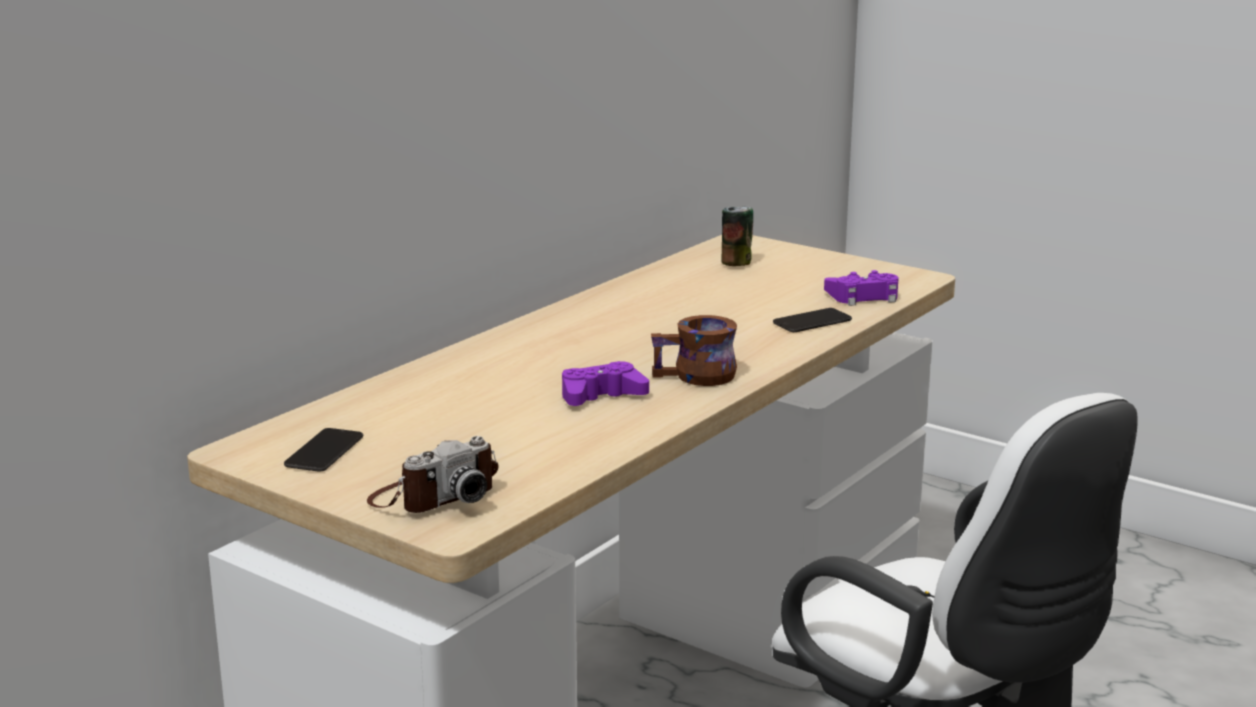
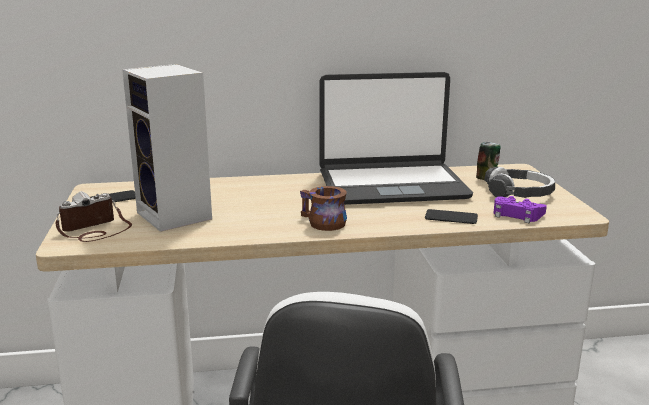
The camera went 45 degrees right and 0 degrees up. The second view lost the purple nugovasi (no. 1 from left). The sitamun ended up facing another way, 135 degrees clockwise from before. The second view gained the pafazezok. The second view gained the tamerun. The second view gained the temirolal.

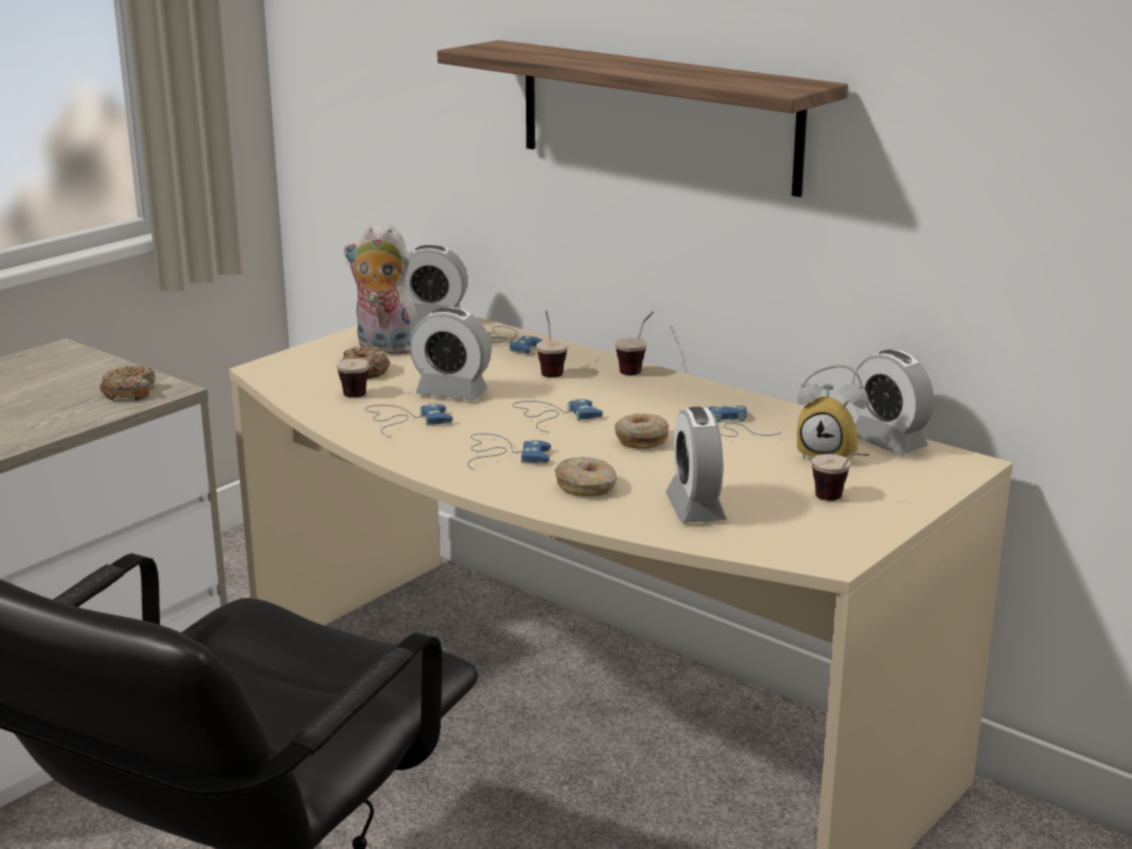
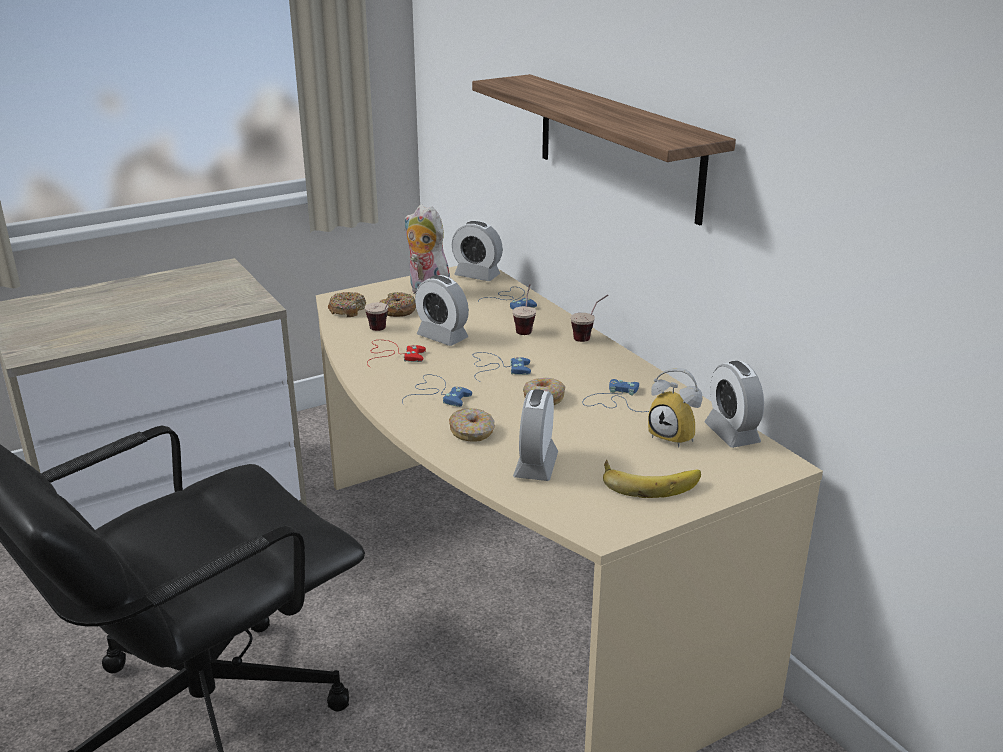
The camera went 20 degrees right and 5 degrees up. The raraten (no. 1 from left) ended up elsewhere. What was the blue nugovasi (no. 1 from left) turned into the red nugovasi. Where the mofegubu (no. 4 from left) stood, the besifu came to stand.

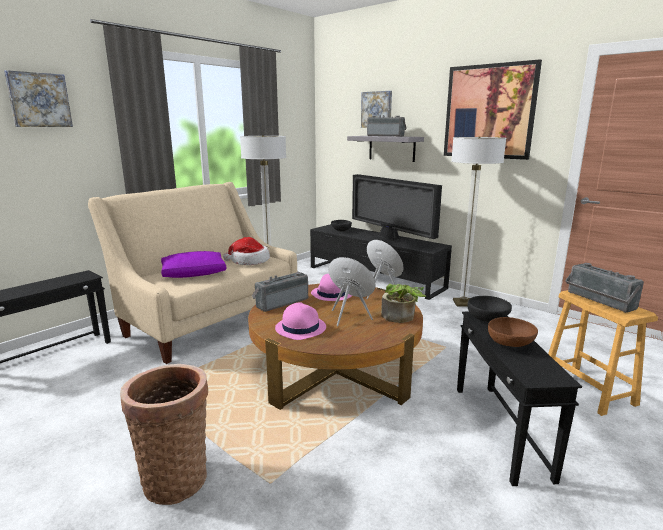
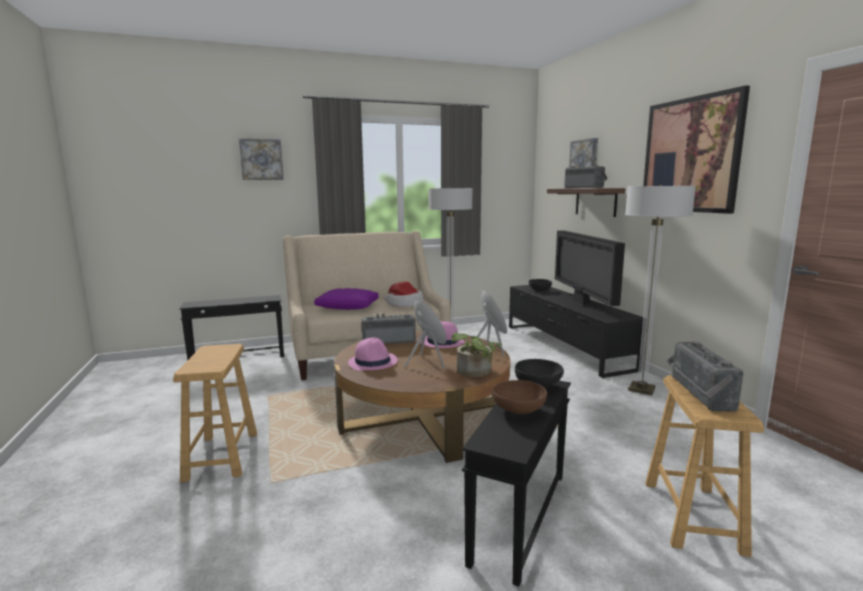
The camera went 30 degrees right and 5 degrees down. What was the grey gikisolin turned into the brown gikisolin. Where the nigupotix stood, the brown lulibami (no. 1 from left) came to stand.

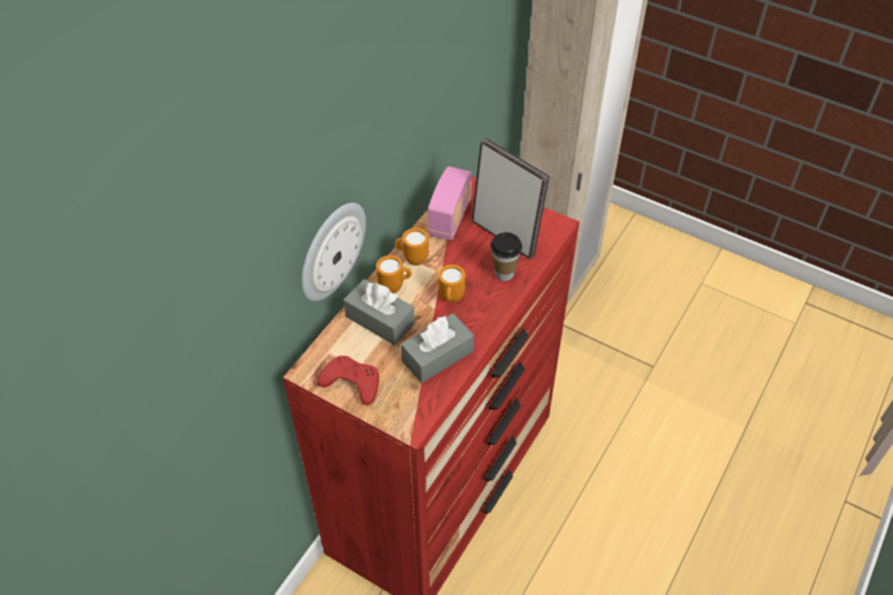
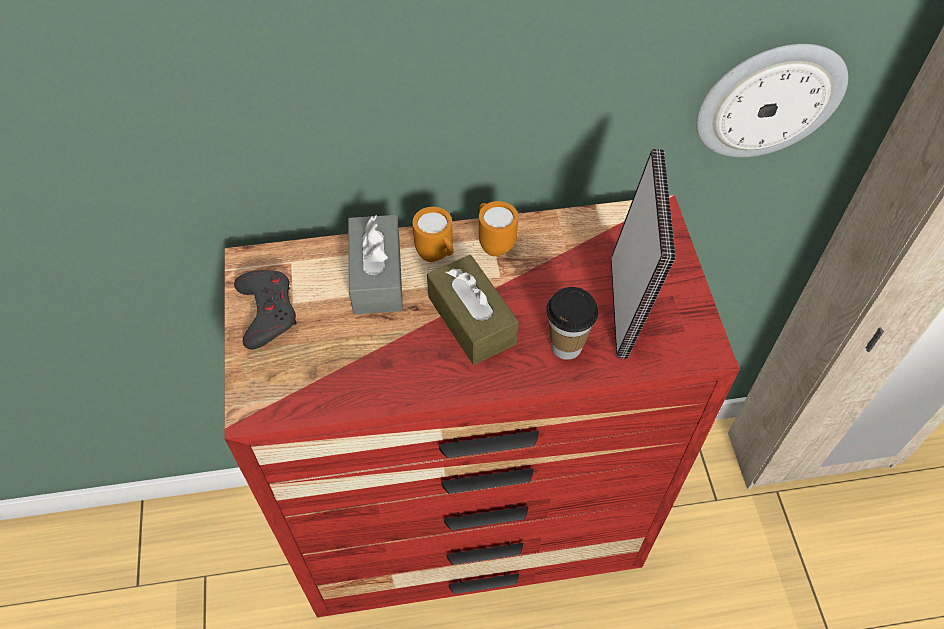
The camera went 50 degrees right and 5 degrees up. The second view lost the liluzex. The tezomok ended up elsewhere. Where the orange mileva (no. 3 from left) stood, the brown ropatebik came to stand. The second view lost the grey ropatebik (no. 2 from left). What was the red nugovasi turned into the grey nugovasi.

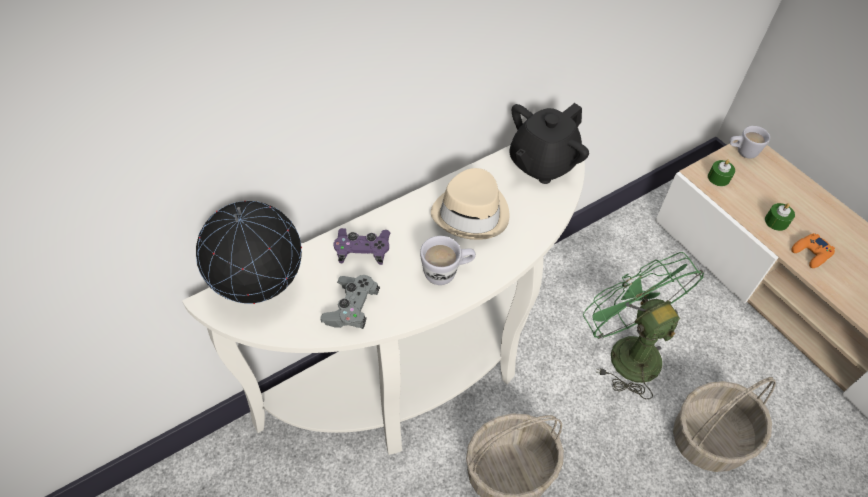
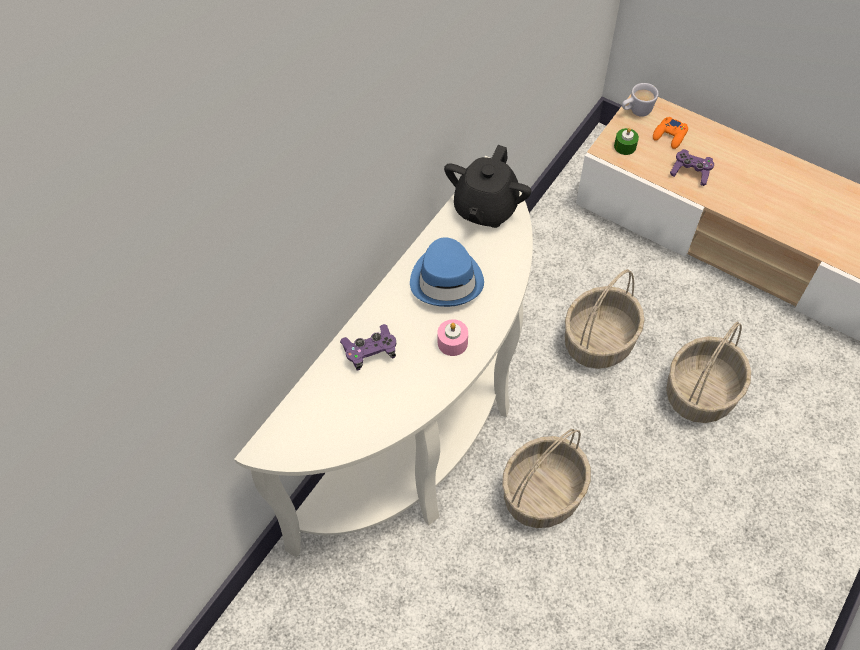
The camera went 20 degrees left and 5 degrees up. What was the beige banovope turned into the blue banovope. The second view lost the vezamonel. Where the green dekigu (no. 2 from left) stood, the purple nugovasi (no. 2 from left) came to stand. The orange nugovasi ended up elsewhere. Where the white mileva (no. 1 from left) stood, the pink dekigu came to stand. Where the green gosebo stood, the nigupotix (no. 2 from left) came to stand. The second view lost the grey nugovasi.

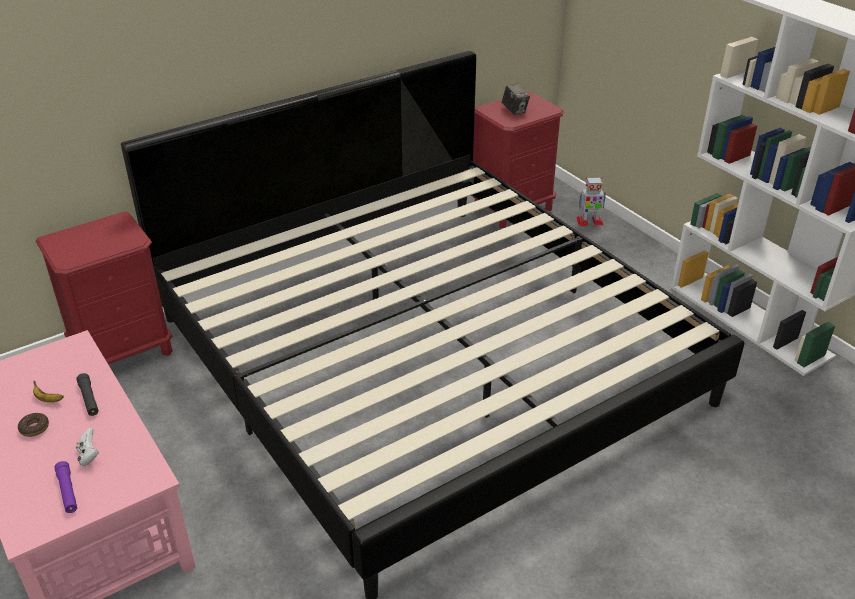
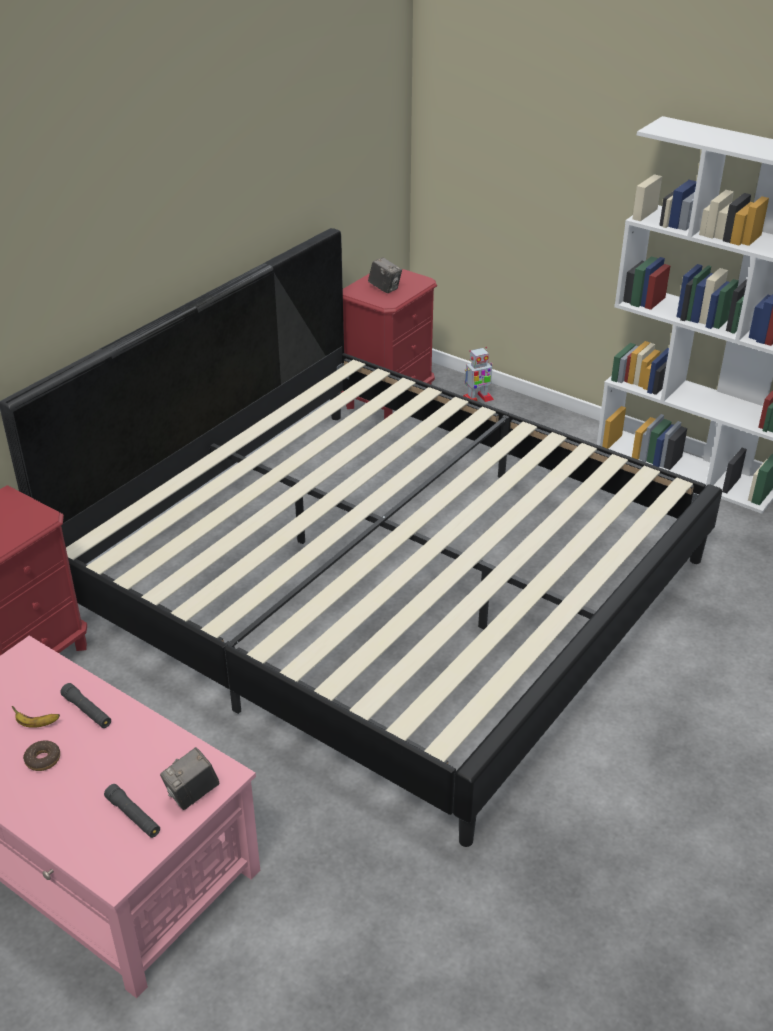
The camera went 20 degrees left and 0 degrees up. The second view lost the white nugovasi. What was the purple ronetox turned into the black ronetox (no. 2 from left). The second view gained the sitamun (no. 1 from left).

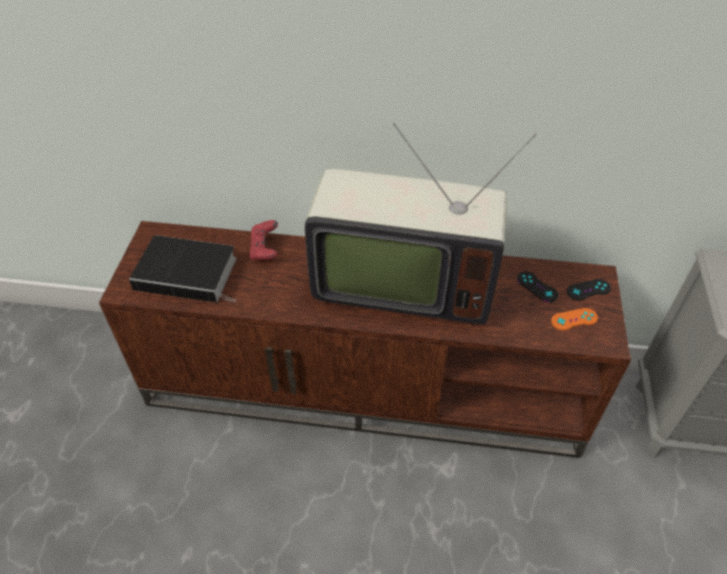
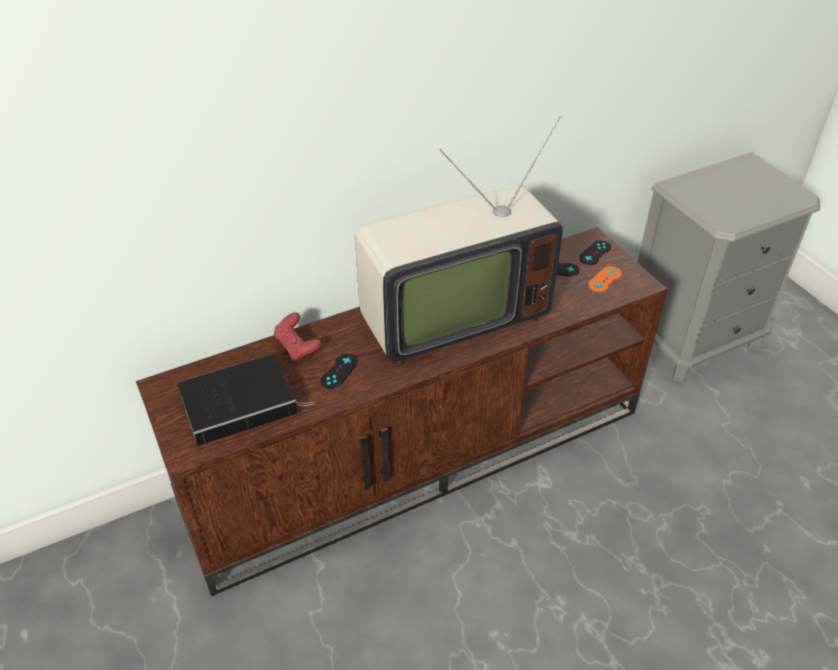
The camera went 35 degrees left and 5 degrees down. The second view gained the black nugovasi (no. 1 from left).

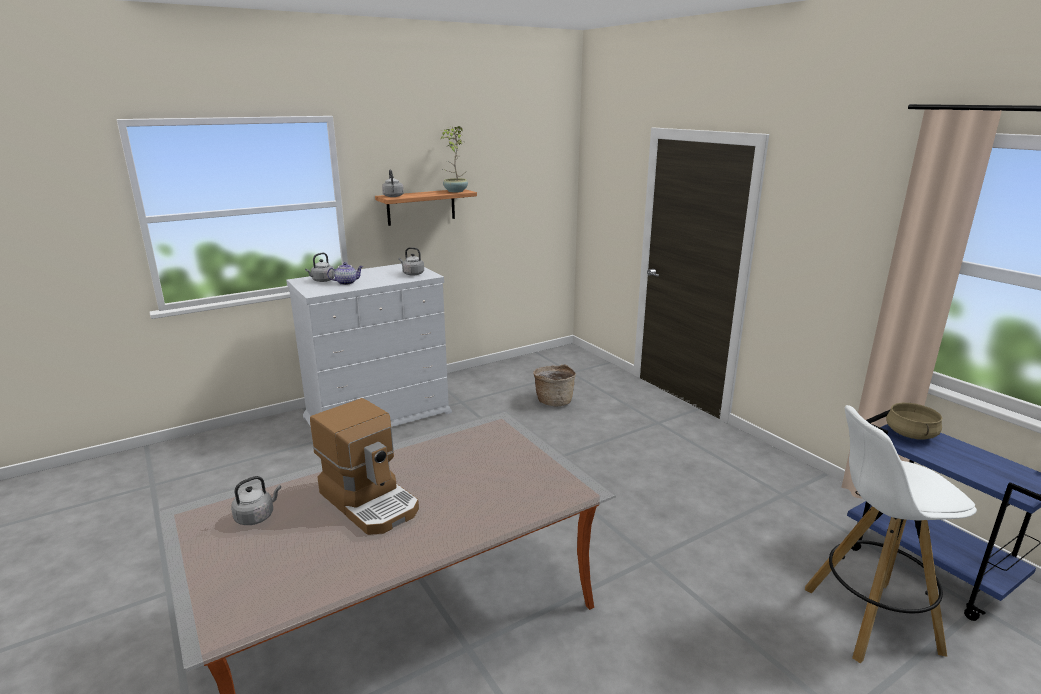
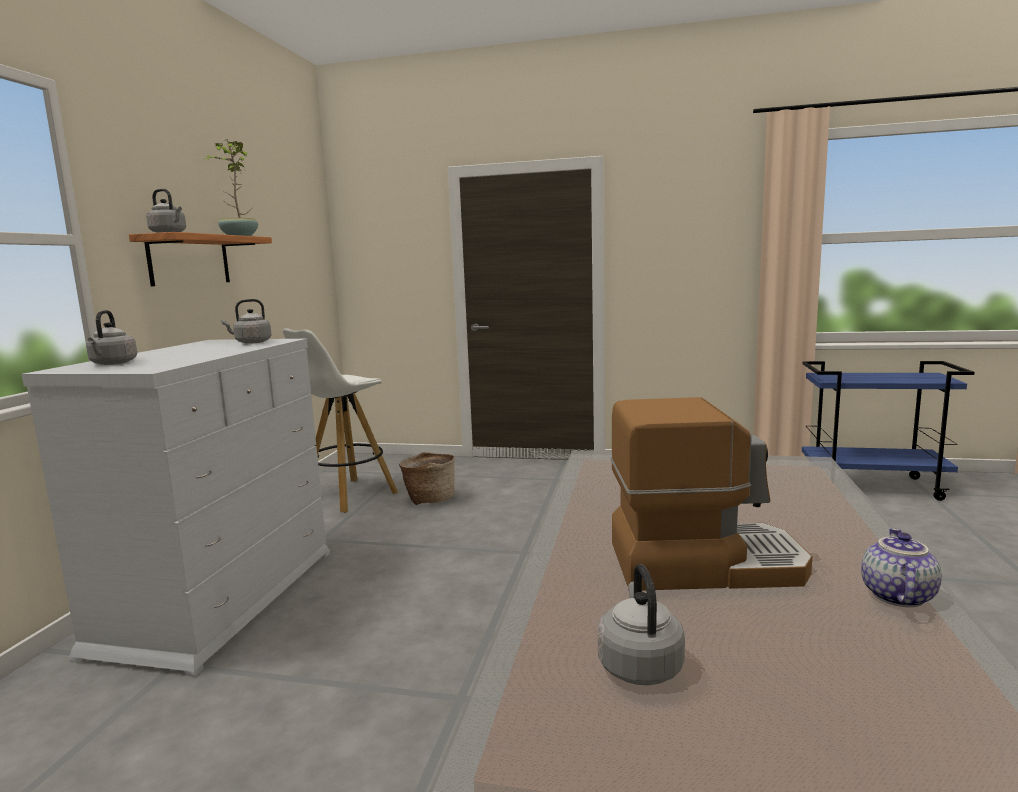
The camera went 45 degrees left and 10 degrees down. The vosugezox ended up elsewhere. The second view lost the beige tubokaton. The white lulibami ended up elsewhere.

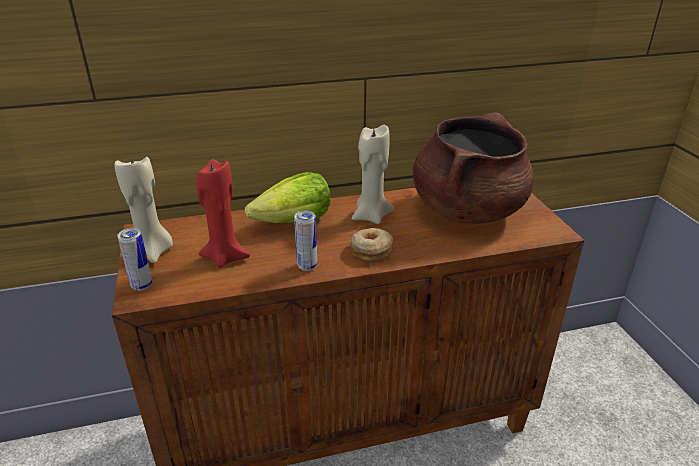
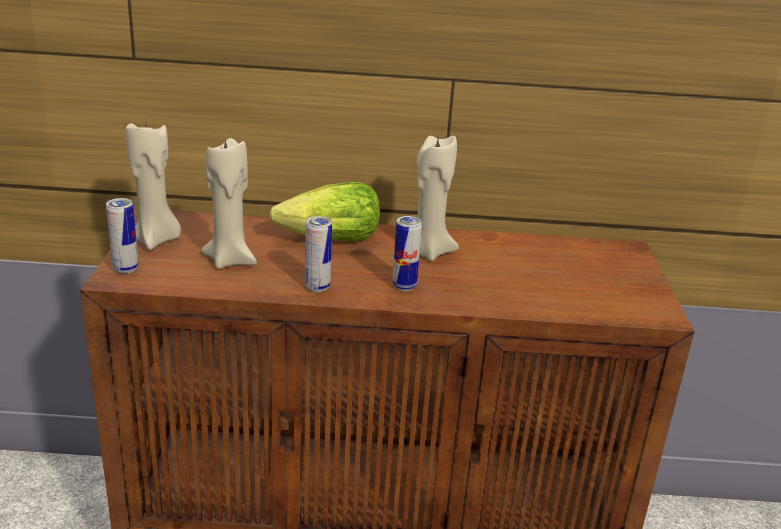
The camera went 15 degrees right and 5 degrees down. The second view lost the brown tubokaton. What was the red dekigu turned into the beige dekigu (no. 2 from left). Where the raraten stood, the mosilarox (no. 3 from left) came to stand.

